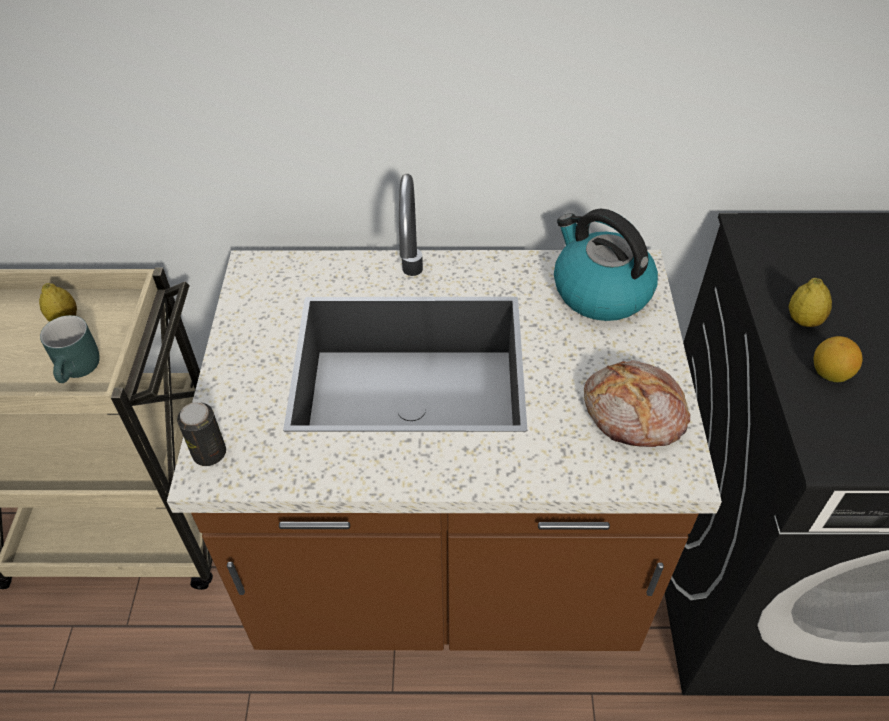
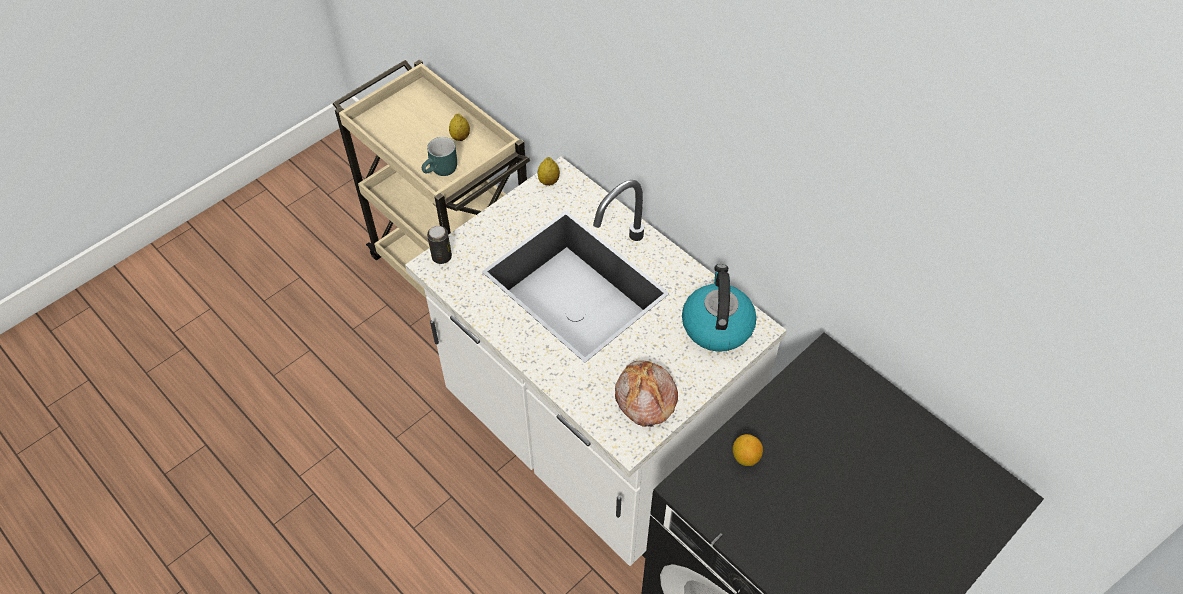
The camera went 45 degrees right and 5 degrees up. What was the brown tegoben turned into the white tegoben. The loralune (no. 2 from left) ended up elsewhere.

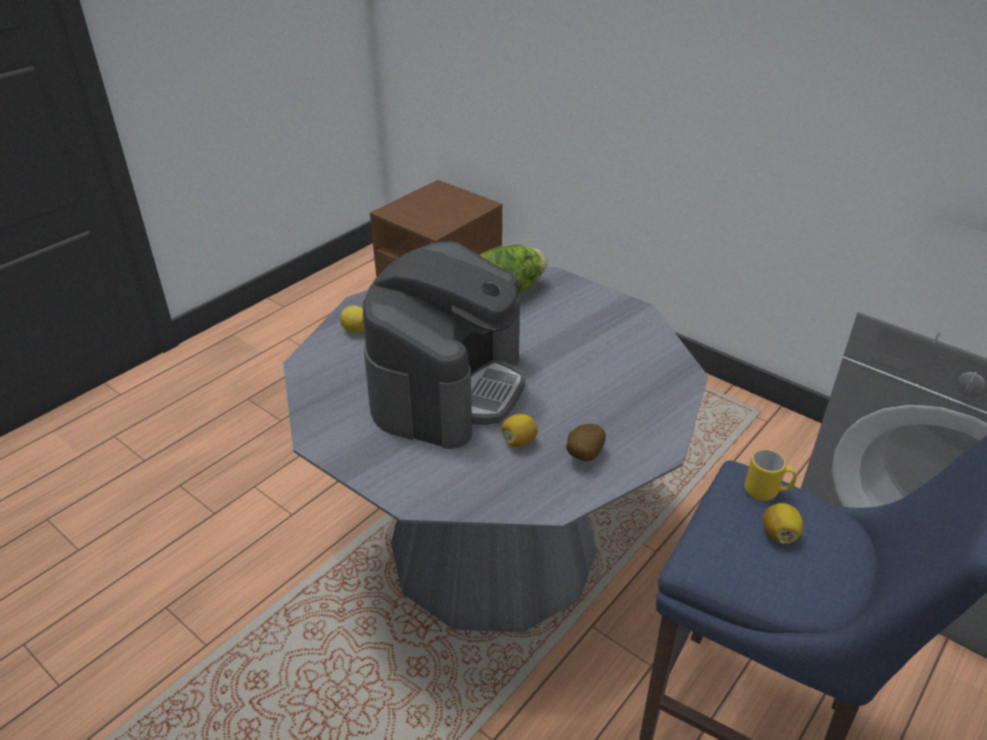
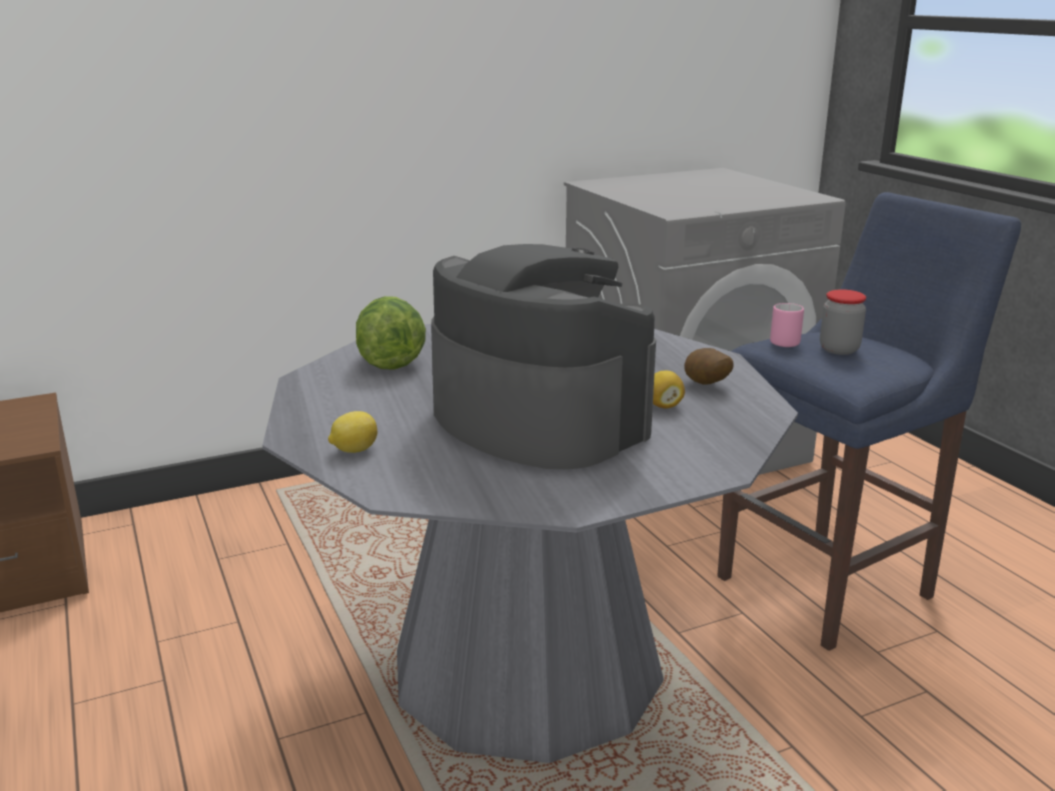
The camera went 65 degrees left and 15 degrees down. What was the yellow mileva turned into the pink mileva. Where the loralune (no. 3 from left) stood, the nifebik came to stand.

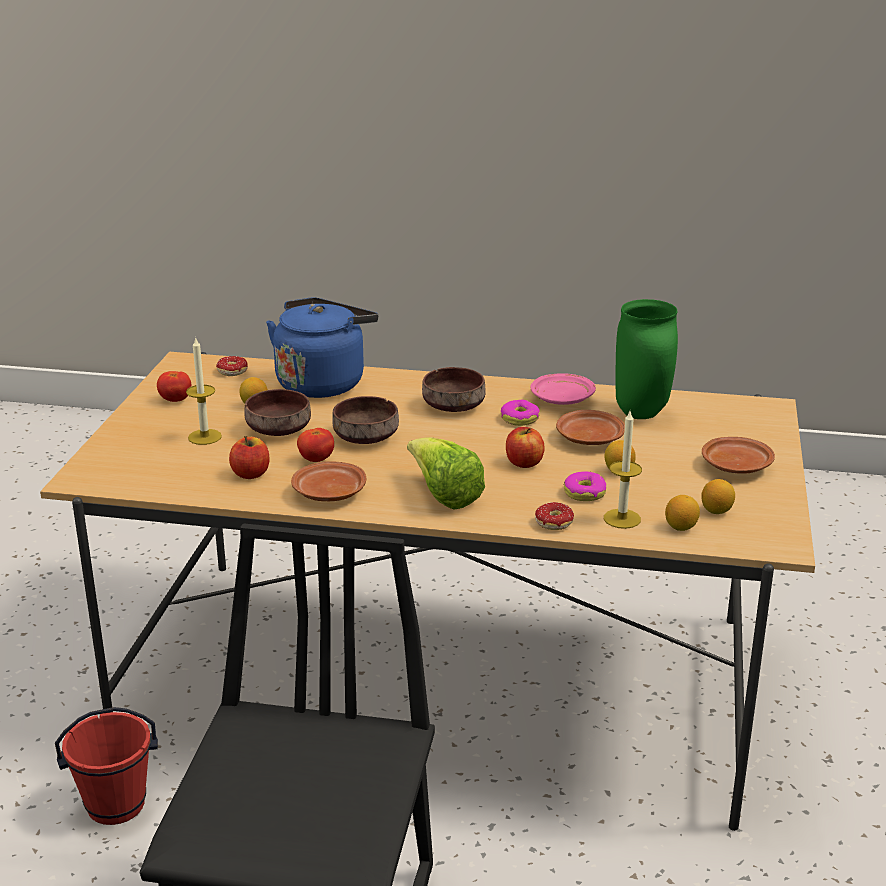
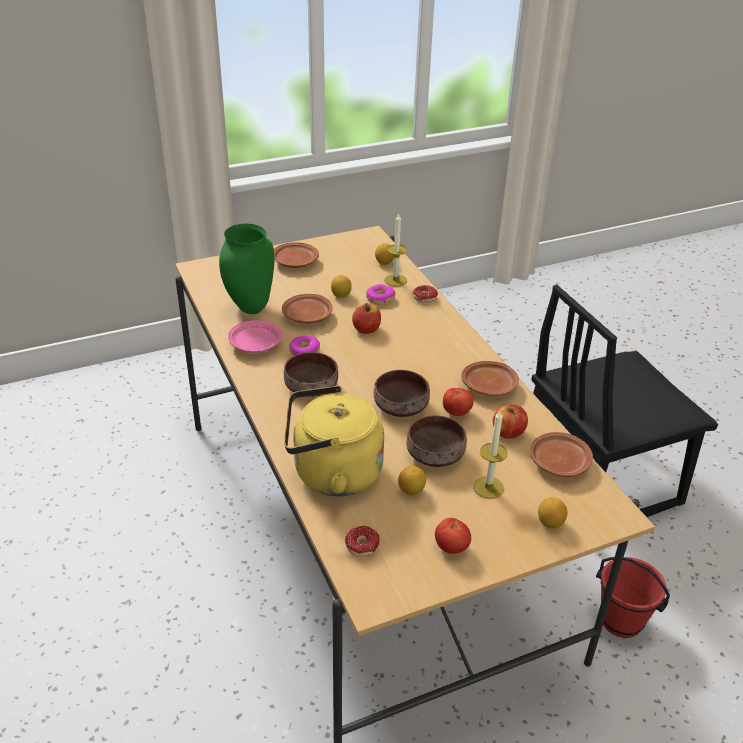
The camera went 125 degrees left and 10 degrees up. What was the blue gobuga turned into the yellow gobuga. The second view lost the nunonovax. The loralune (no. 4 from left) ended up elsewhere. The second view gained the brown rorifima (no. 4 from left).

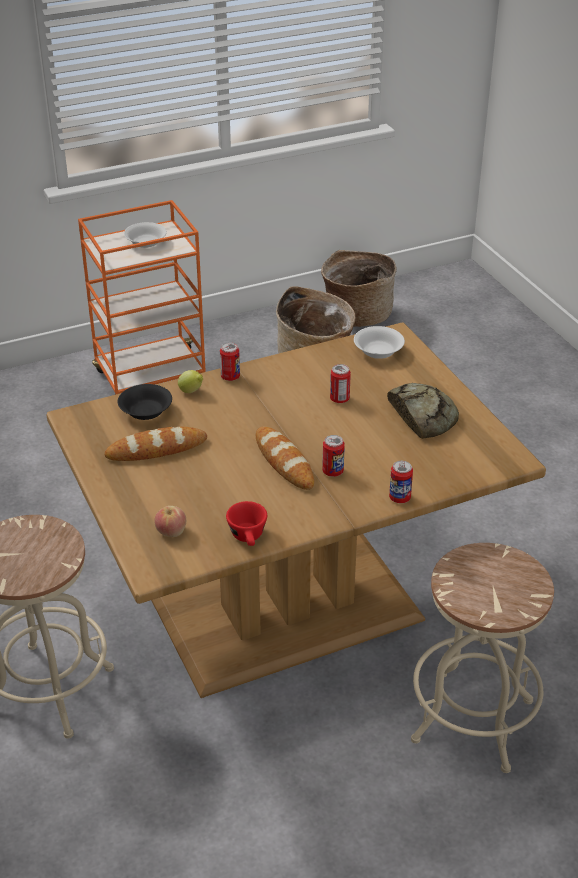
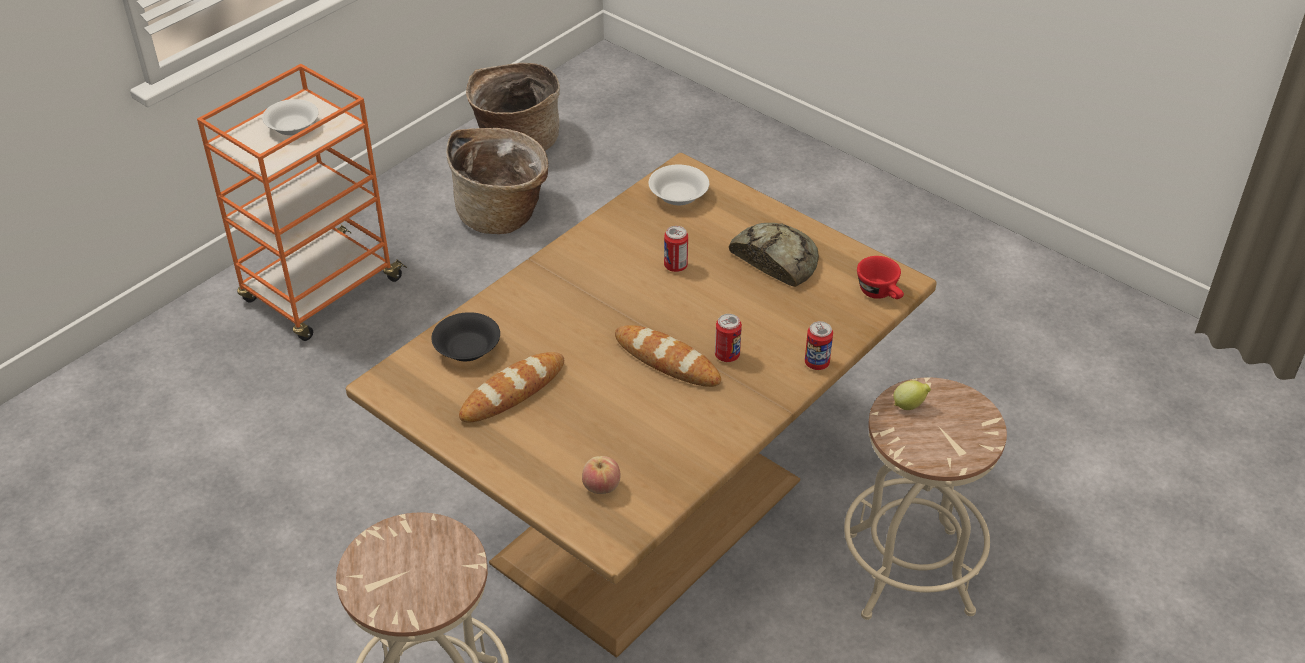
The camera went 25 degrees left and 5 degrees up. The second view lost the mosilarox (no. 1 from left). The loralune ended up elsewhere. The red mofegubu ended up elsewhere.

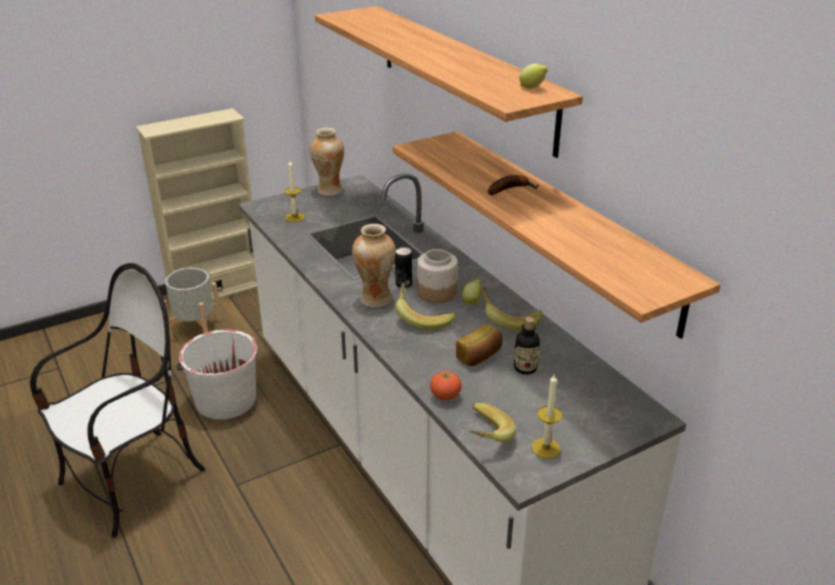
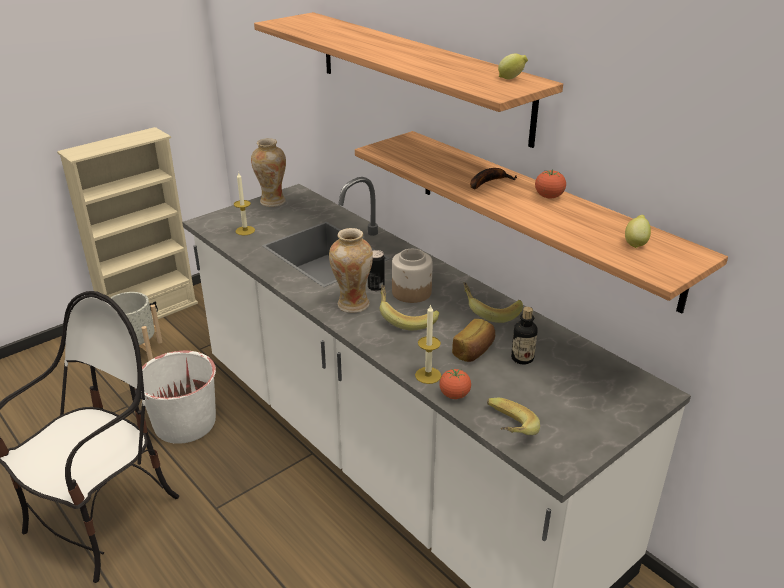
The camera went 10 degrees left and 0 degrees up. The loralune (no. 1 from left in the first image) ended up elsewhere. The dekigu (no. 2 from left) ended up elsewhere. The second view gained the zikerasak (no. 2 from left).

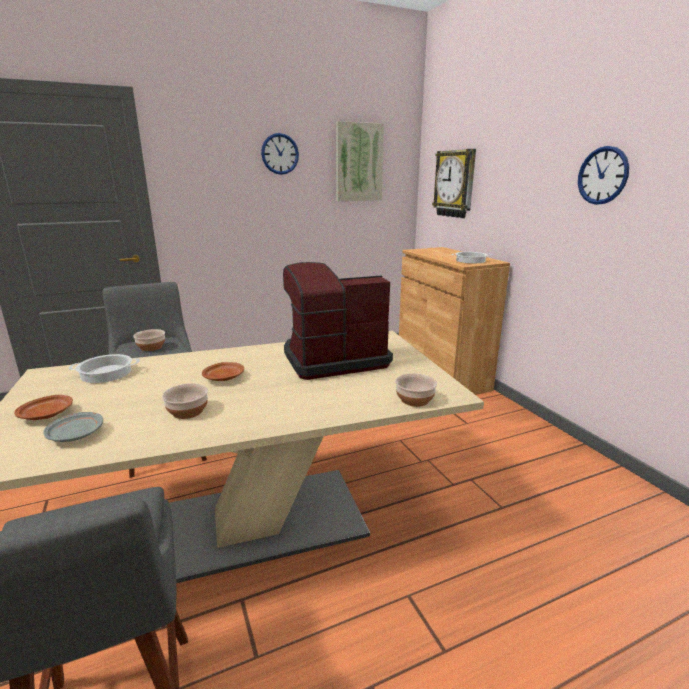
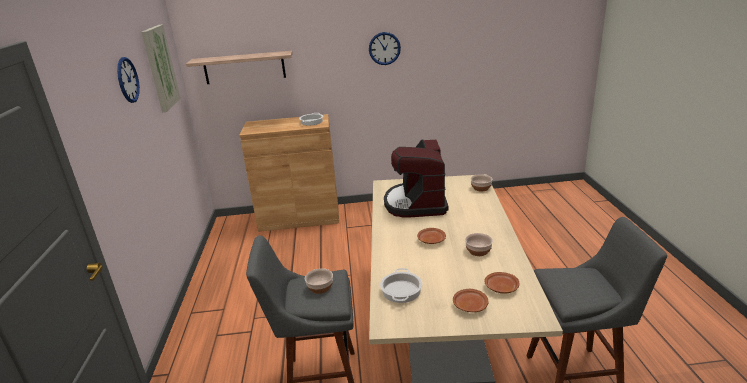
The camera went 70 degrees left and 5 degrees up. Where the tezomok (no. 2 from left) hung, the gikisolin came to hang. What was the grey rorifima turned into the brown rorifima (no. 3 from left).

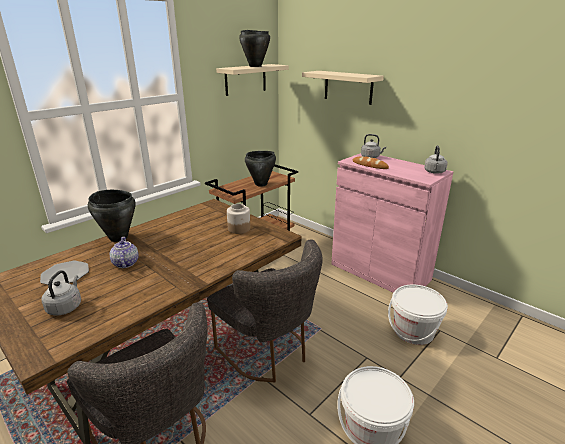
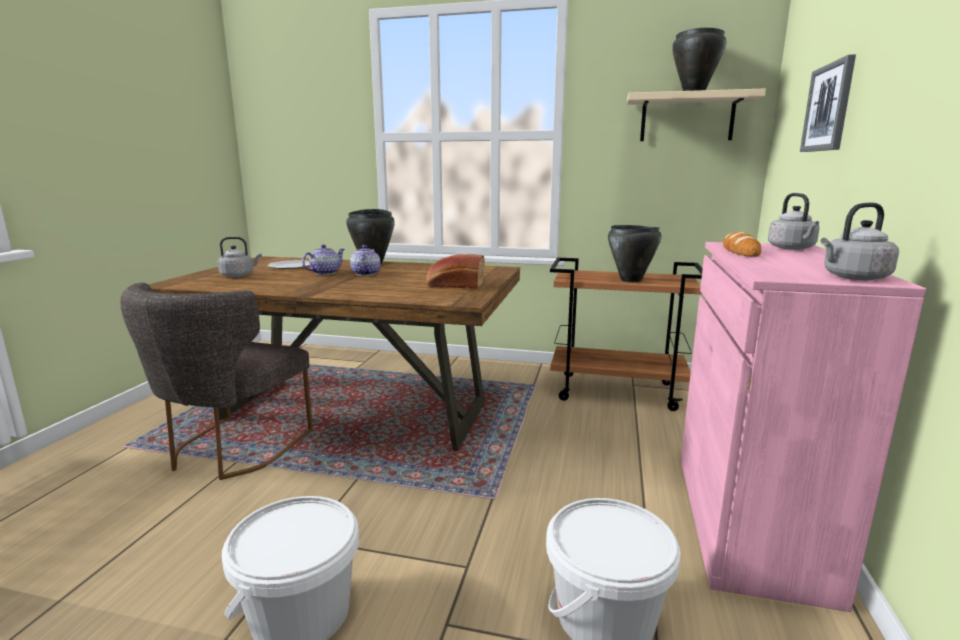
The camera went 60 degrees right and 10 degrees down. Where the beige gikisolin (no. 2 from left) hung, the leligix came to hang. Where the nifebik stood, the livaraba (no. 1 from left) came to stand. The second view lost the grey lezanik (no. 2 from left). The second view gained the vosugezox (no. 2 from left).

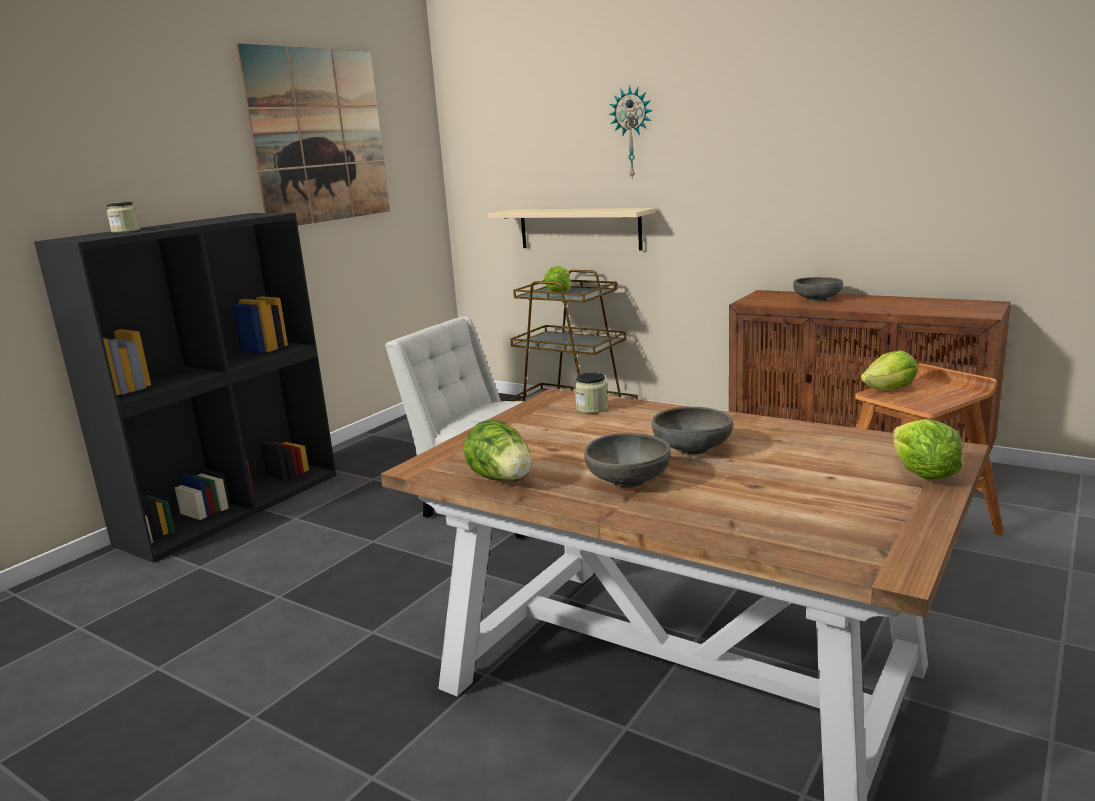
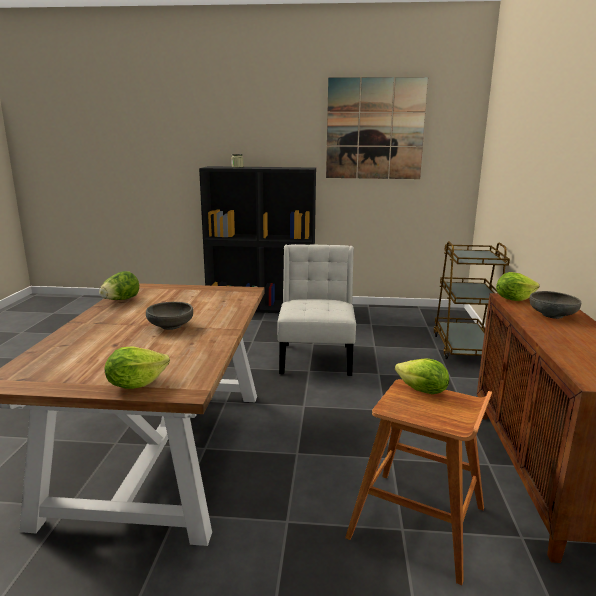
The camera went 60 degrees right and 0 degrees up. The second view lost the tezomok. The second view lost the beige gikisolin. The nunonovax (no. 2 from left in the first image) ended up elsewhere. The second view lost the nifebik (no. 2 from left). The second view lost the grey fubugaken (no. 1 from left).

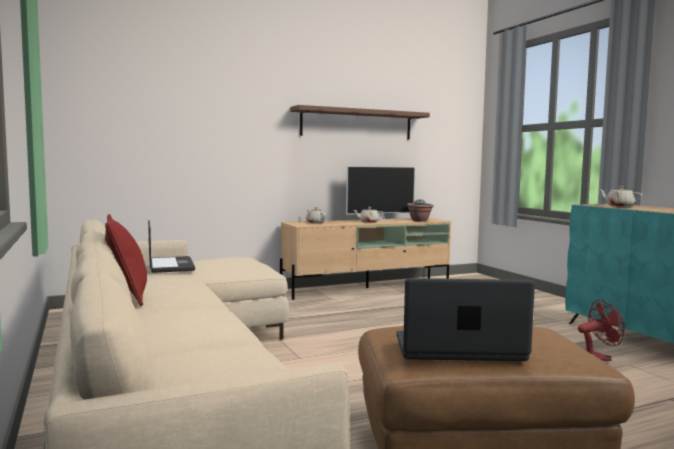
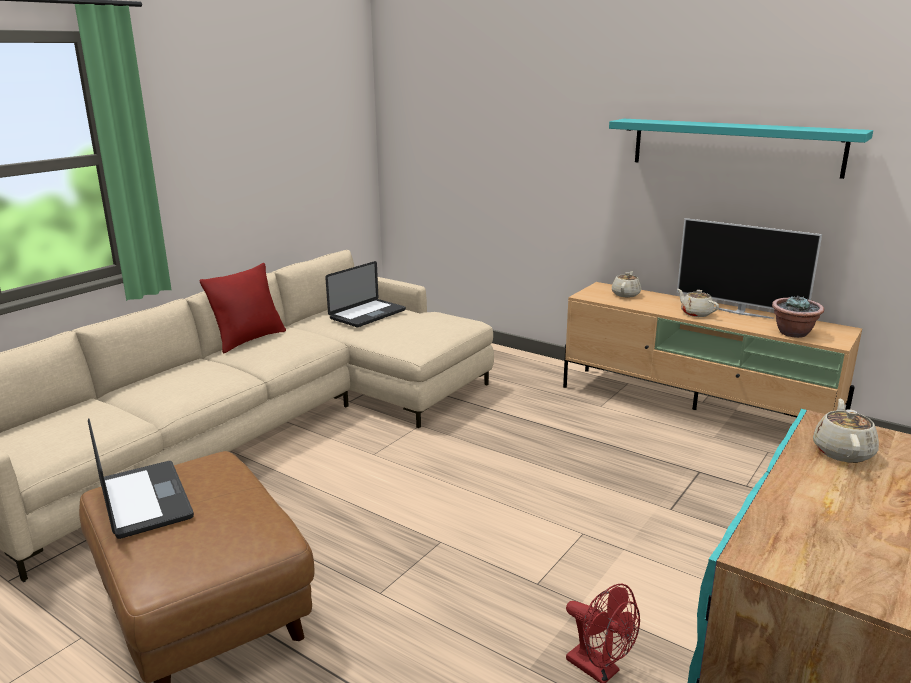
The camera went 60 degrees right and 15 degrees up. What was the brown gikisolin turned into the turquoise gikisolin.

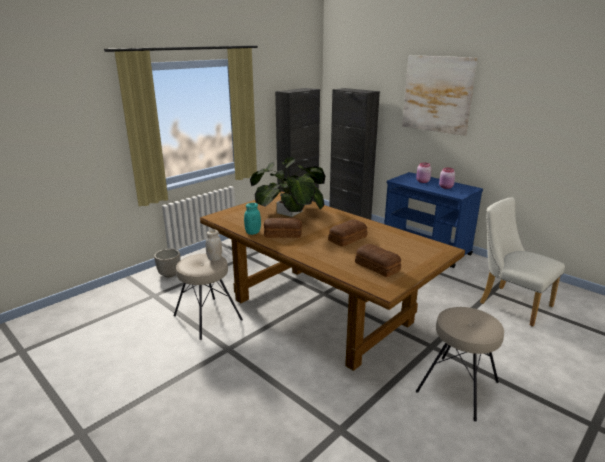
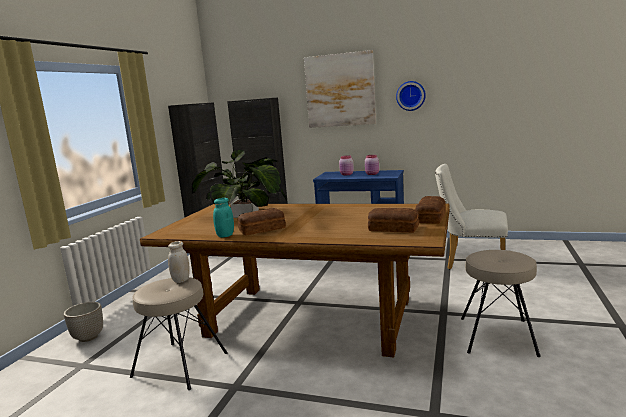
The camera went 25 degrees left and 10 degrees down. The livaraba (no. 2 from left in the first image) ended up elsewhere. The second view gained the tezomok.

